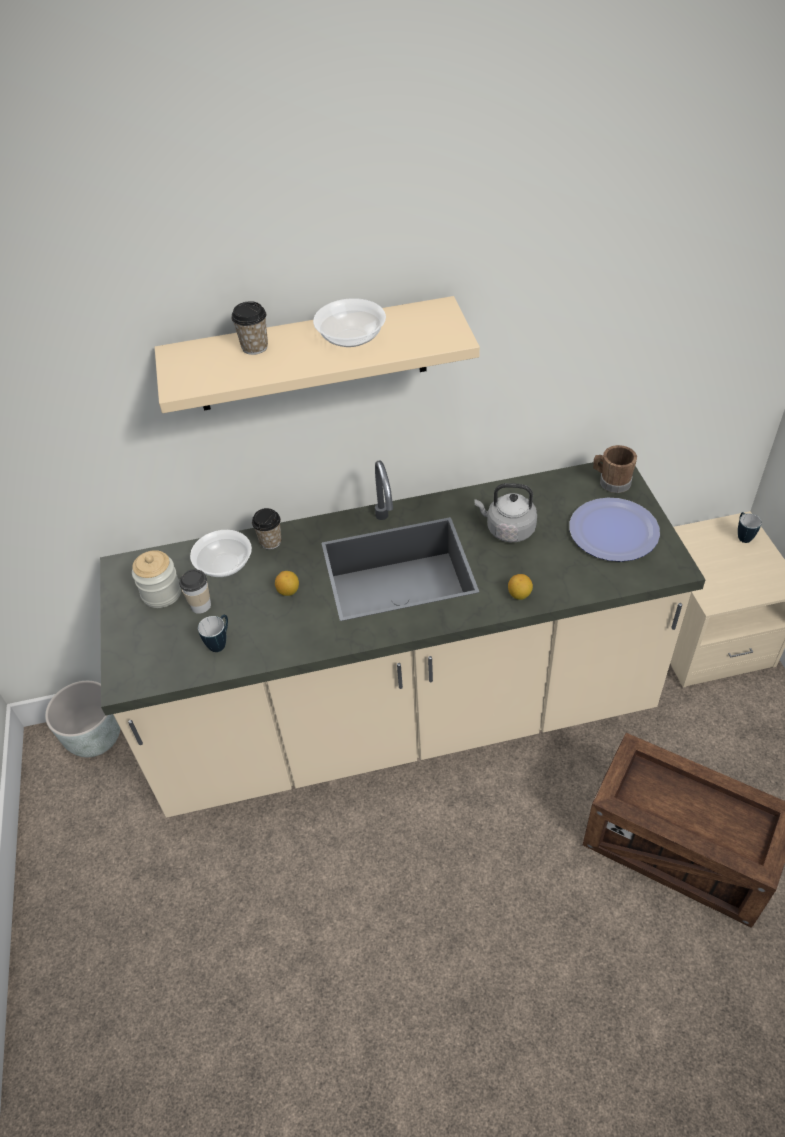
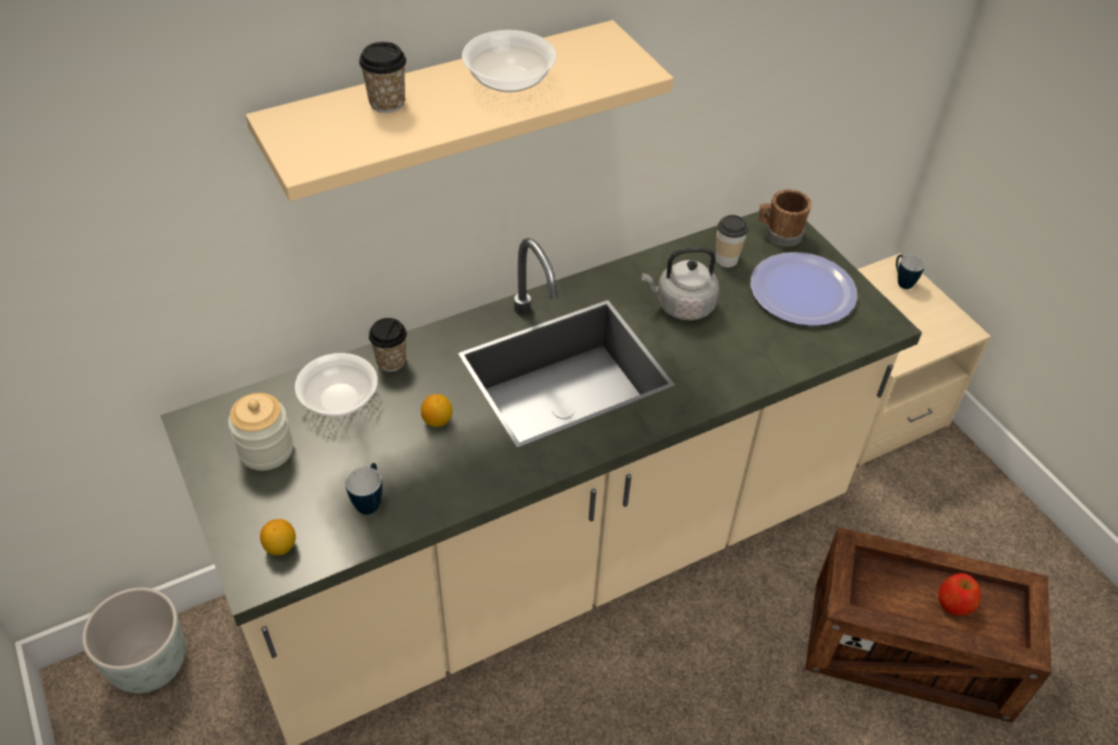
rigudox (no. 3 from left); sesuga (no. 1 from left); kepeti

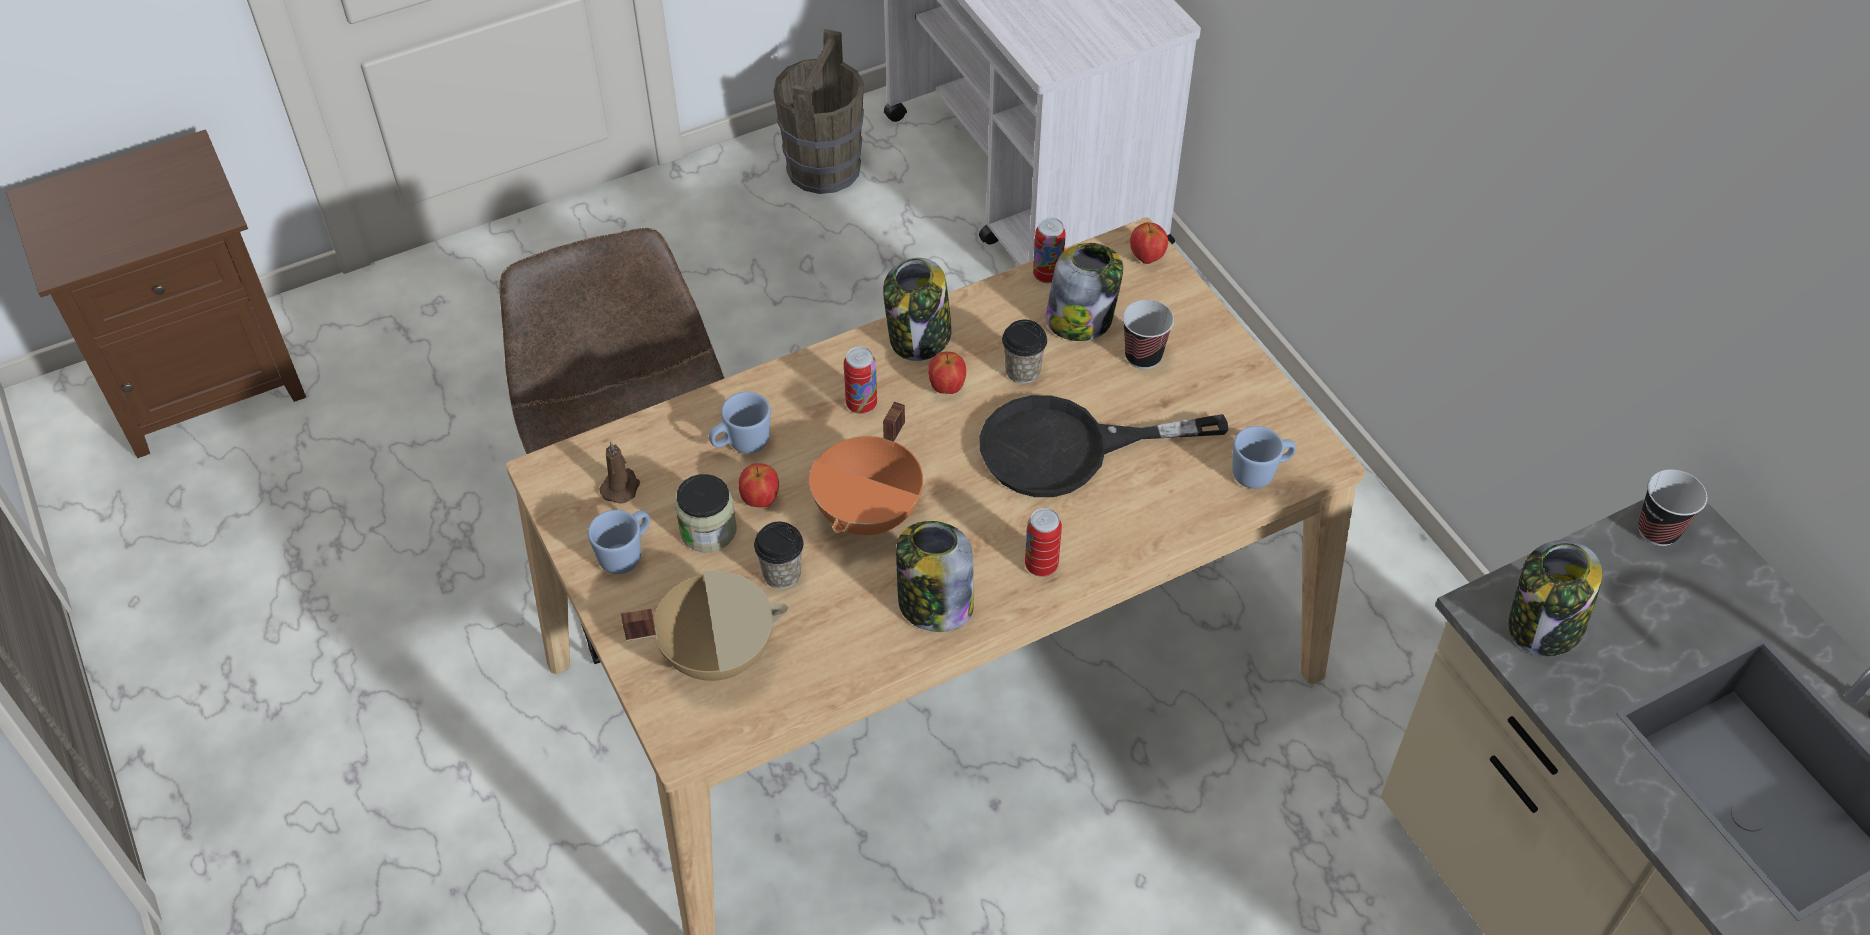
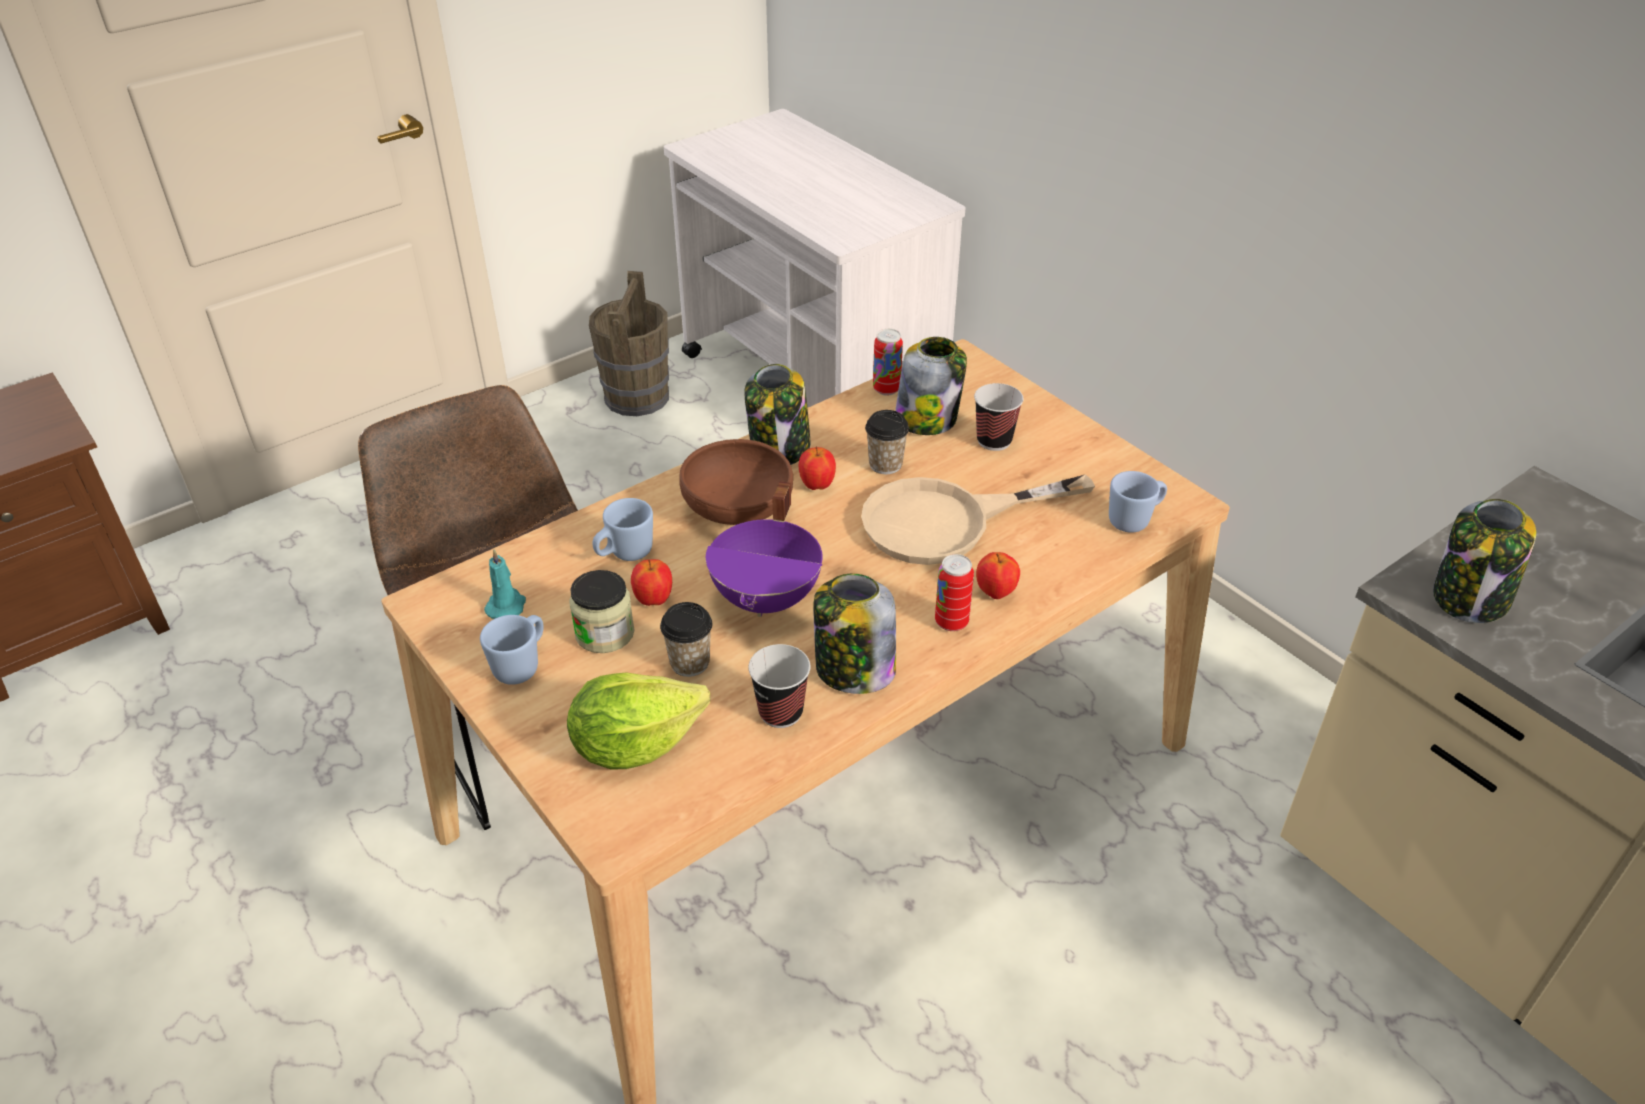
kepeti (no. 3 from left); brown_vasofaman; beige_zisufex; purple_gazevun; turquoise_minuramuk; rigudox (no. 2 from left); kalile

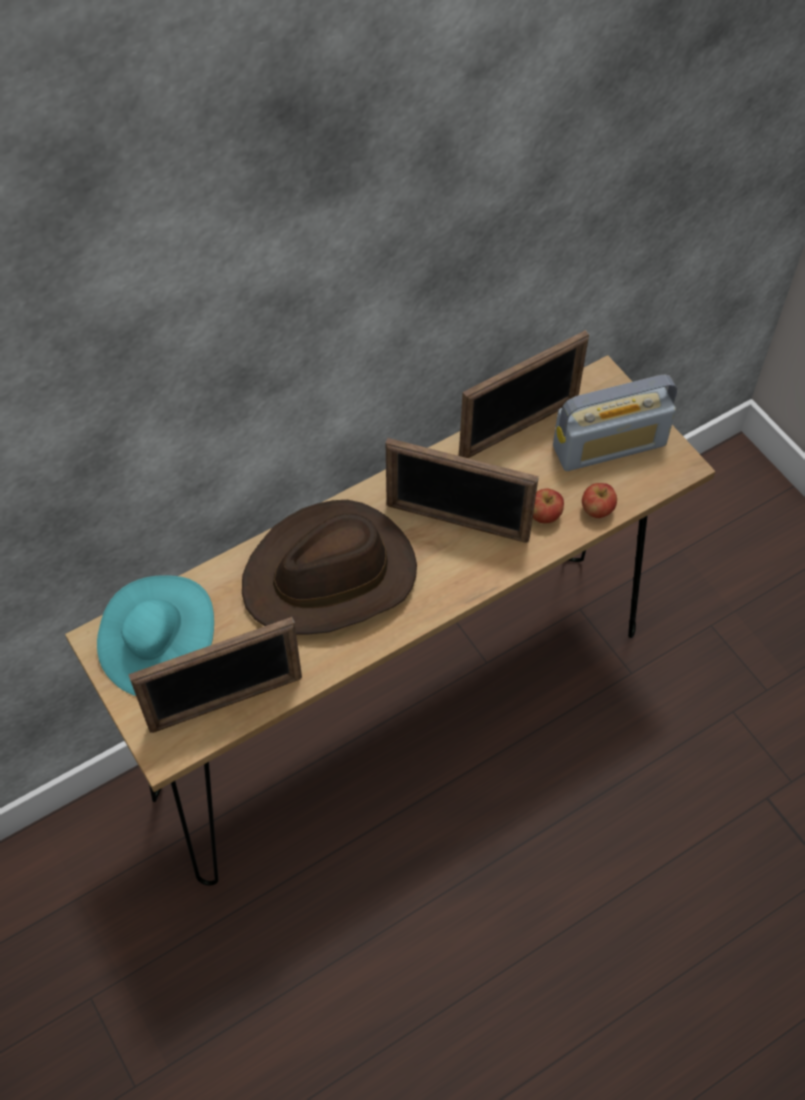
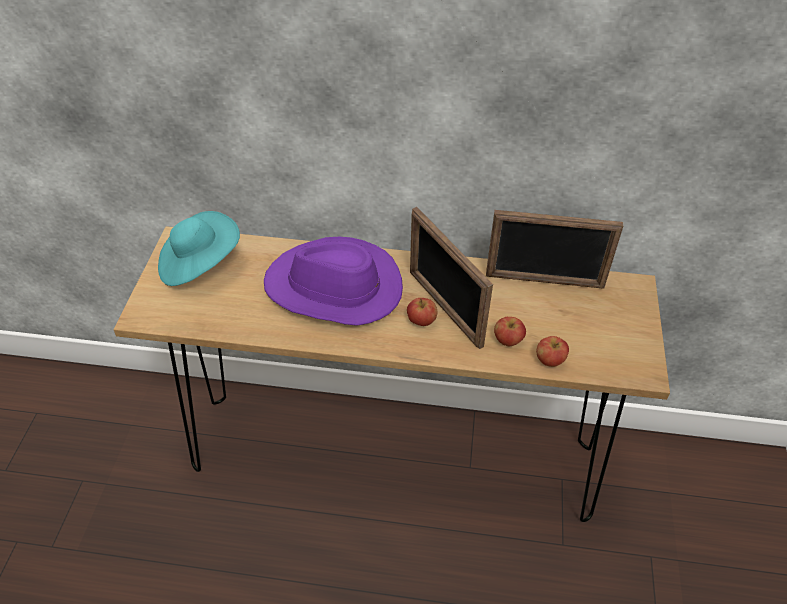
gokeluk; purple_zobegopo; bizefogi (no. 1 from left in the first image); kepeti (no. 1 from left)

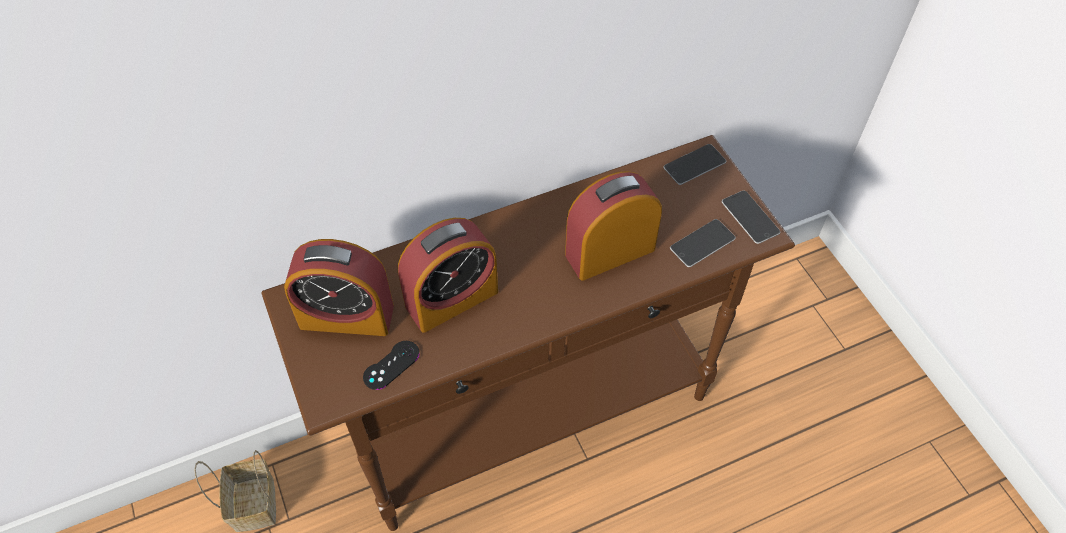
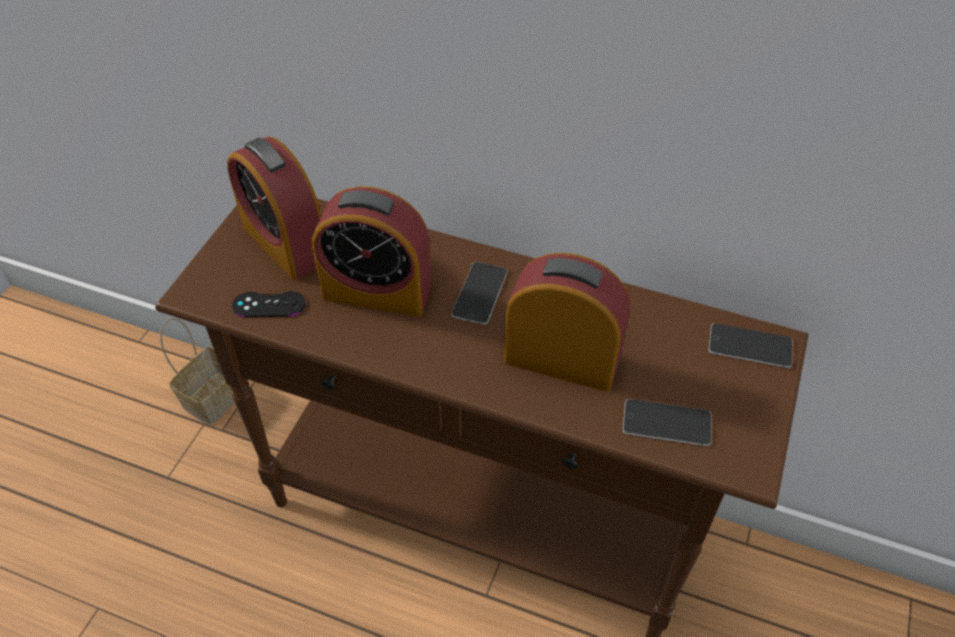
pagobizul (no. 1 from left)

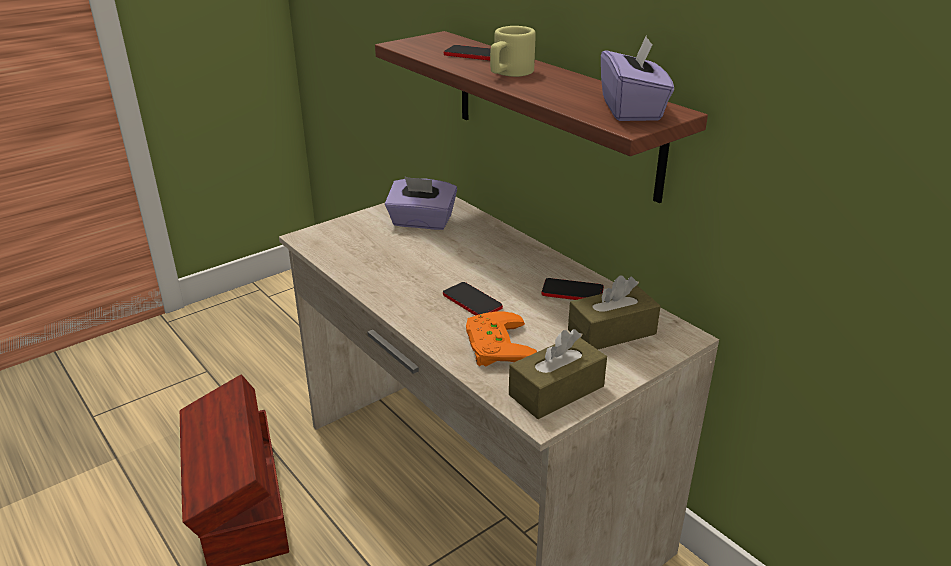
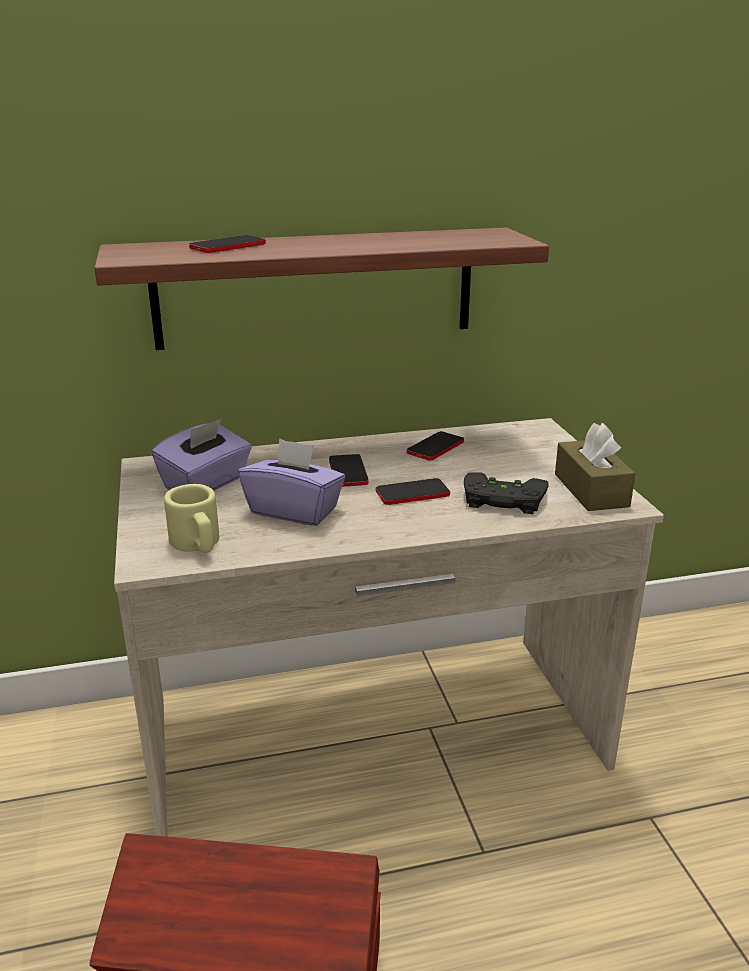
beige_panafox; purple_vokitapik (no. 2 from left); brown_vokitapik (no. 2 from left in the first image); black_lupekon; pagobizul (no. 2 from left)

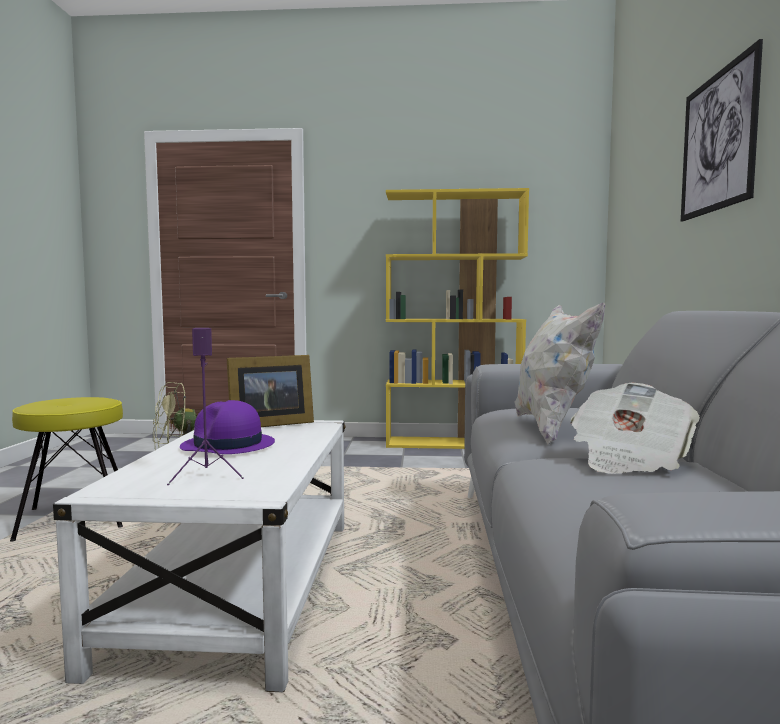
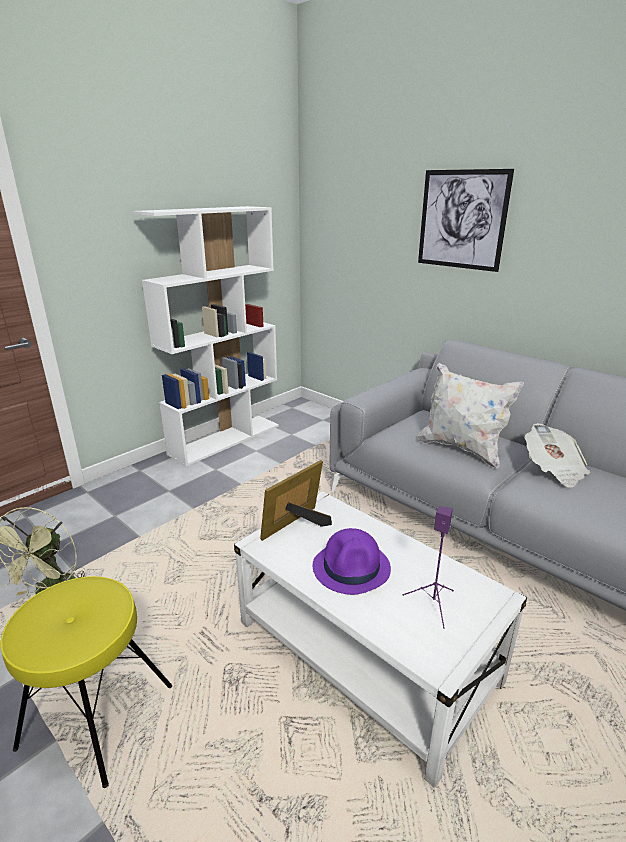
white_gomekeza; bizefogi

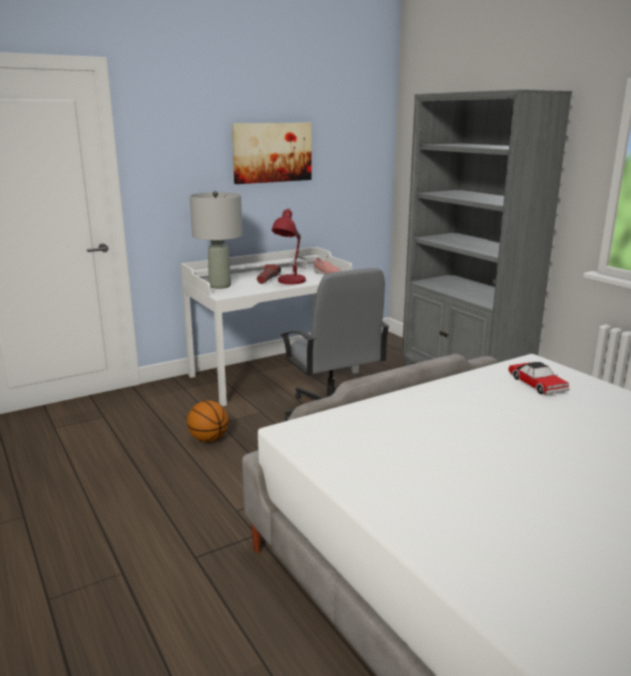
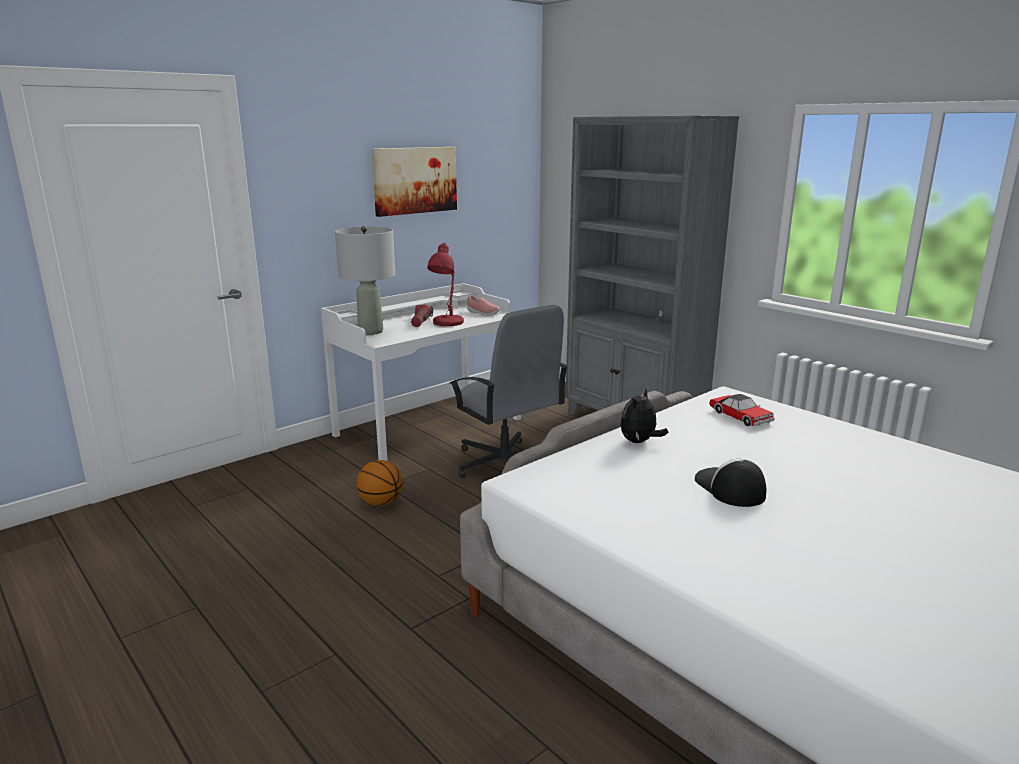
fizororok; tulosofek

